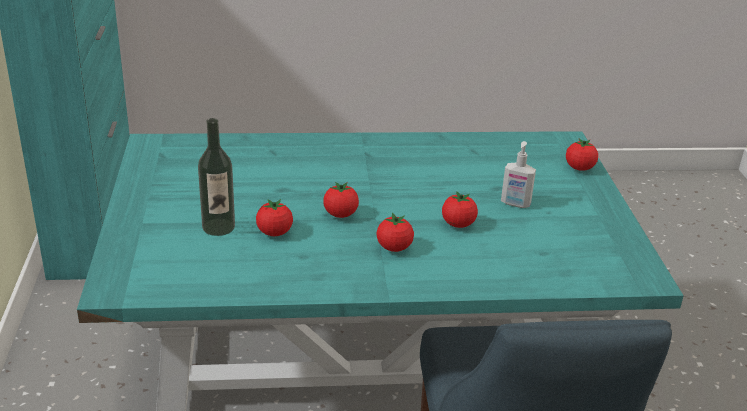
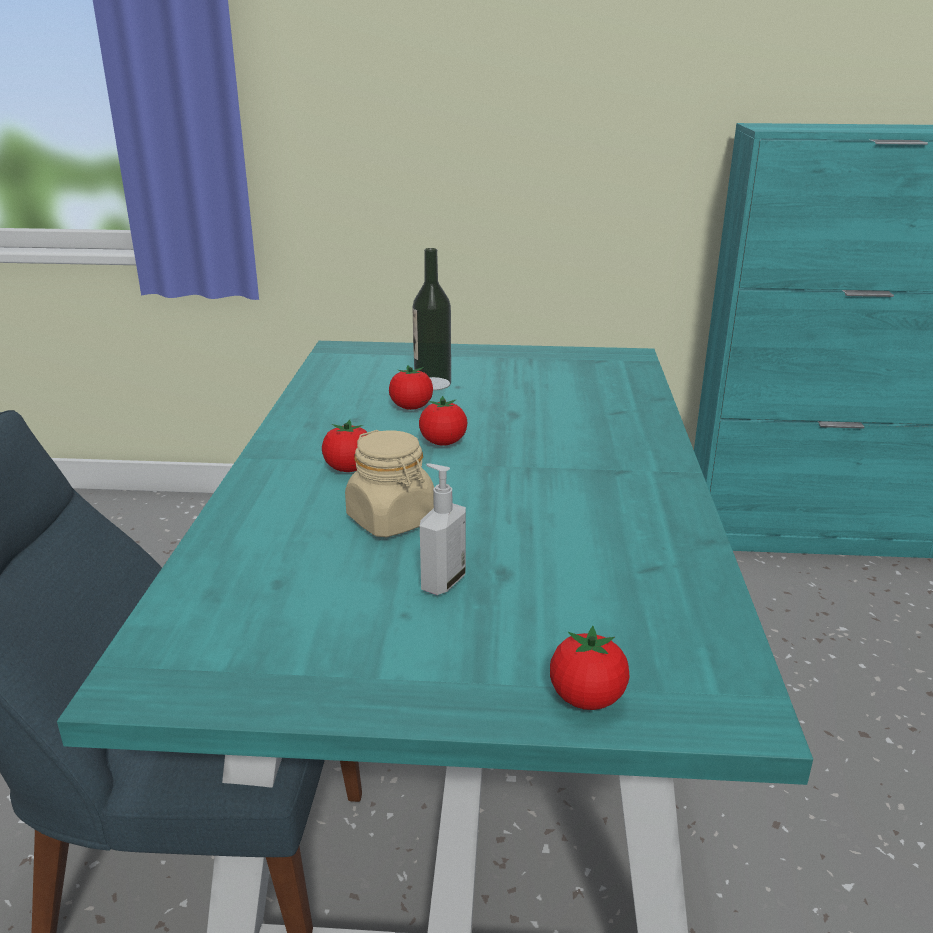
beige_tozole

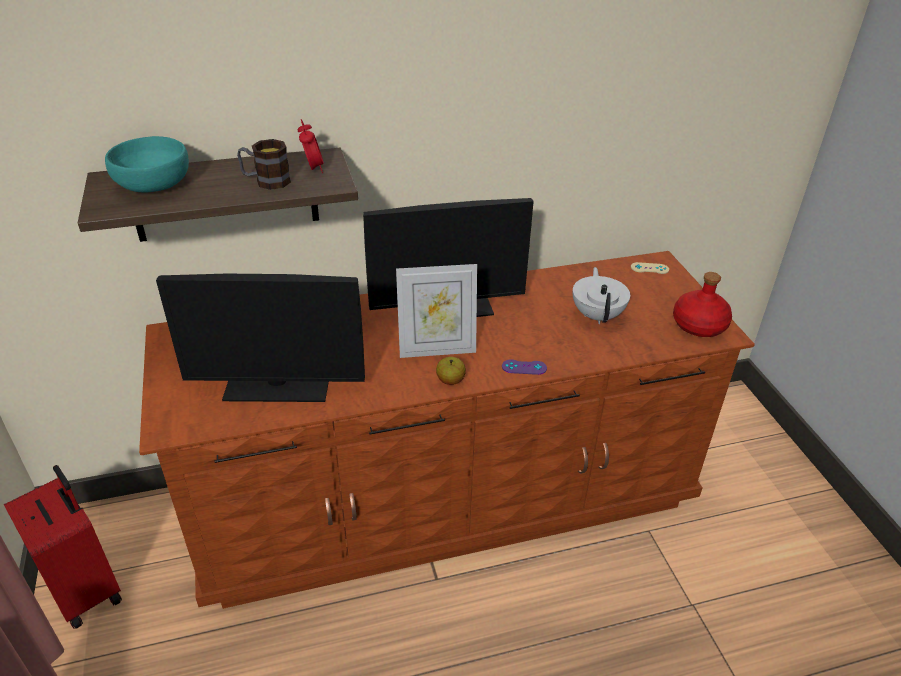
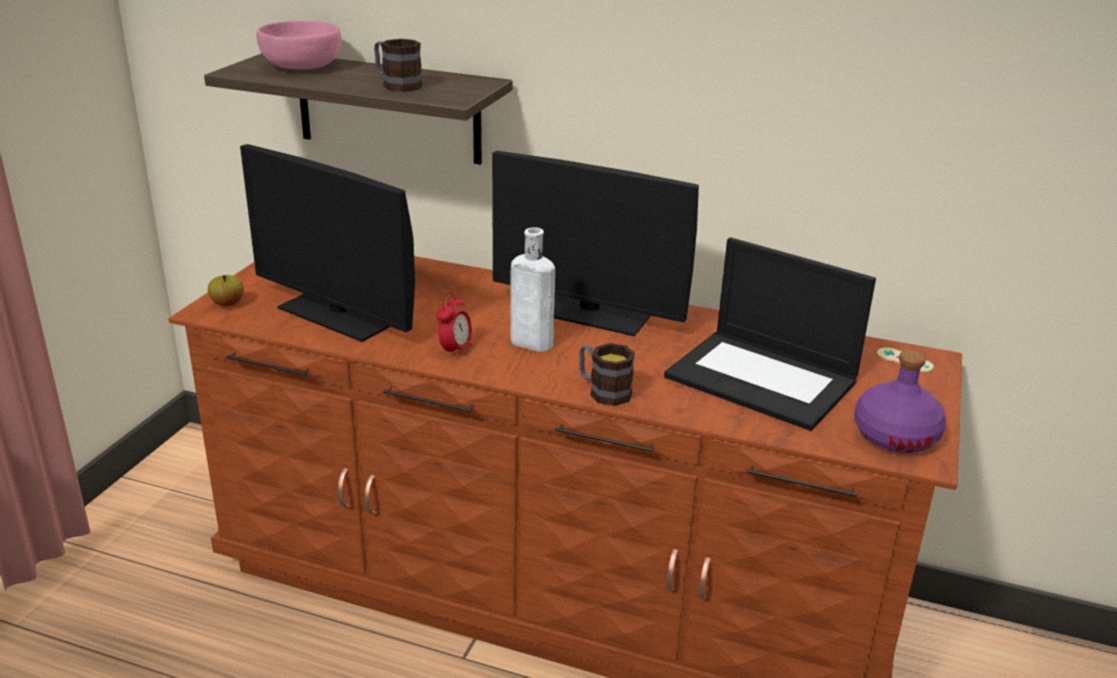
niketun; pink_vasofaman; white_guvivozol; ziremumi; purple_guvivozol; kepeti; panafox (no. 2 from left); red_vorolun

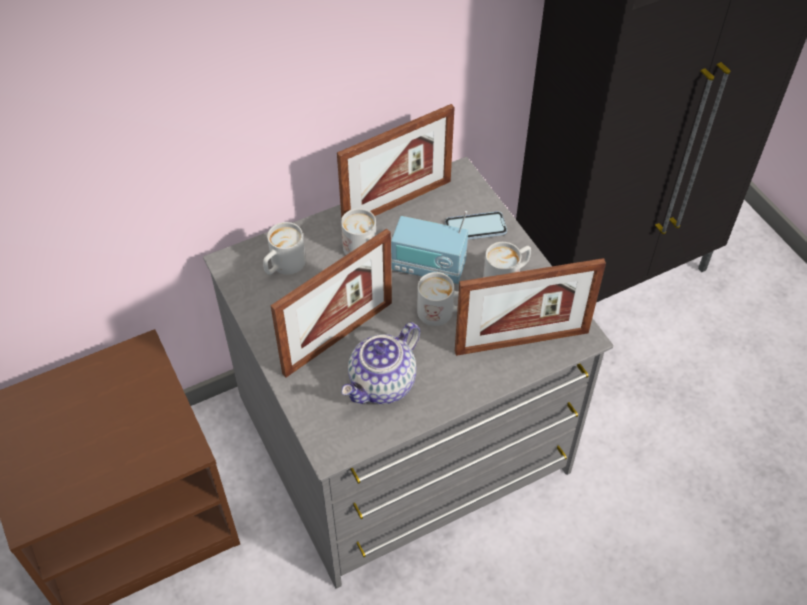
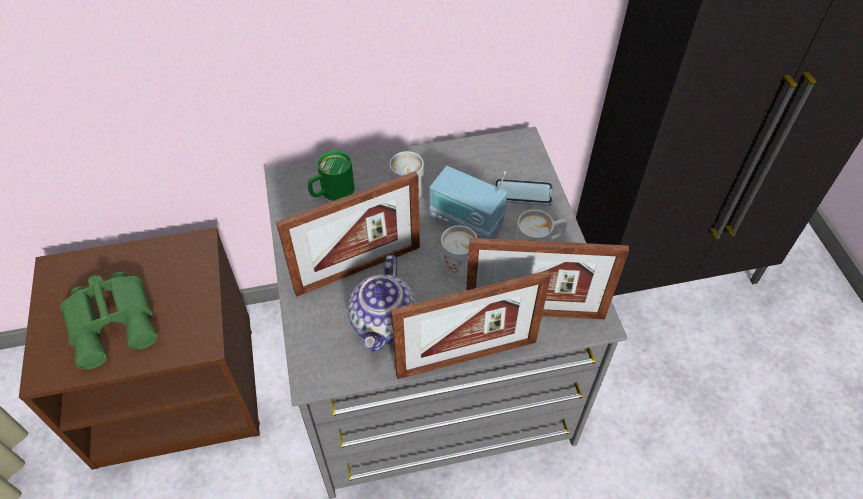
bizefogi (no. 2 from left); green_panafox; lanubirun; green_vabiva

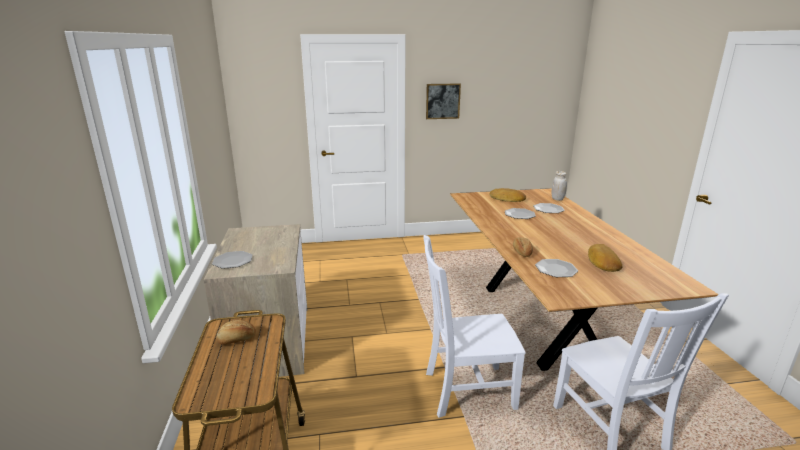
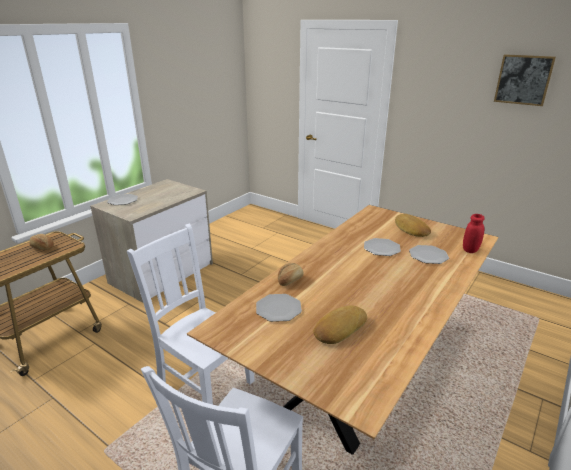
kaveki; red_tozole

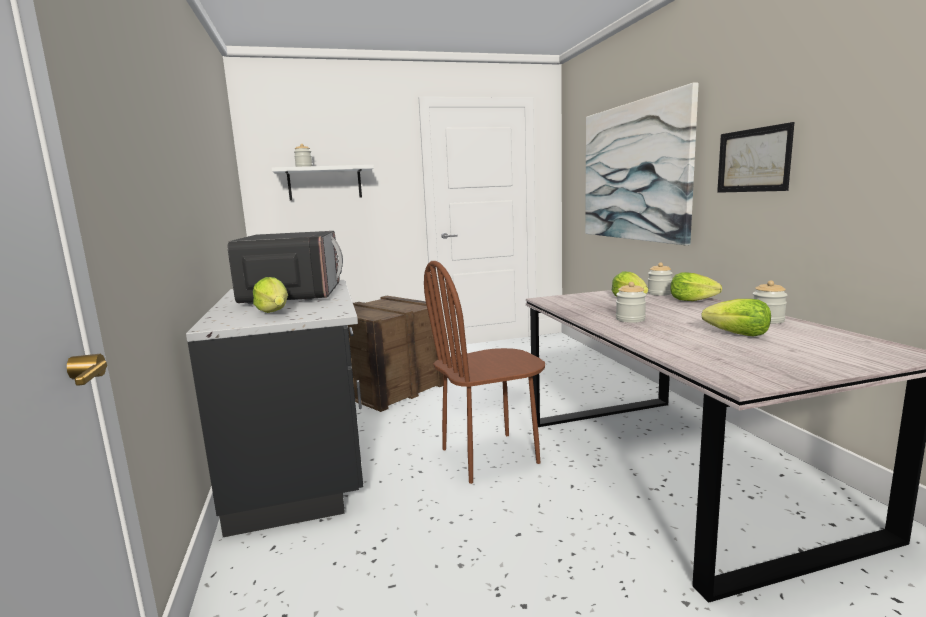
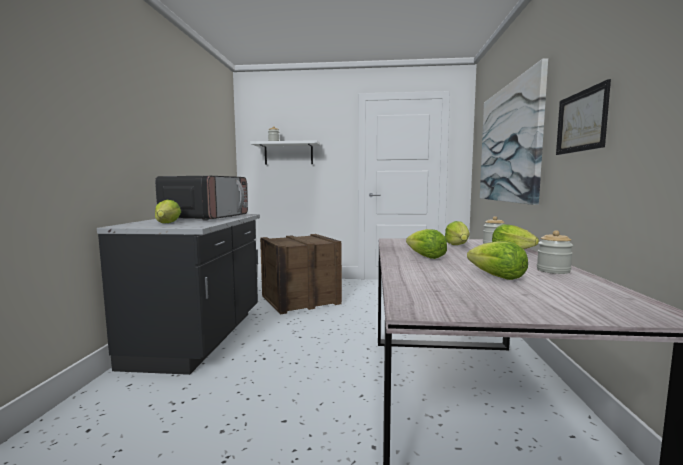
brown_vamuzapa; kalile (no. 2 from left)

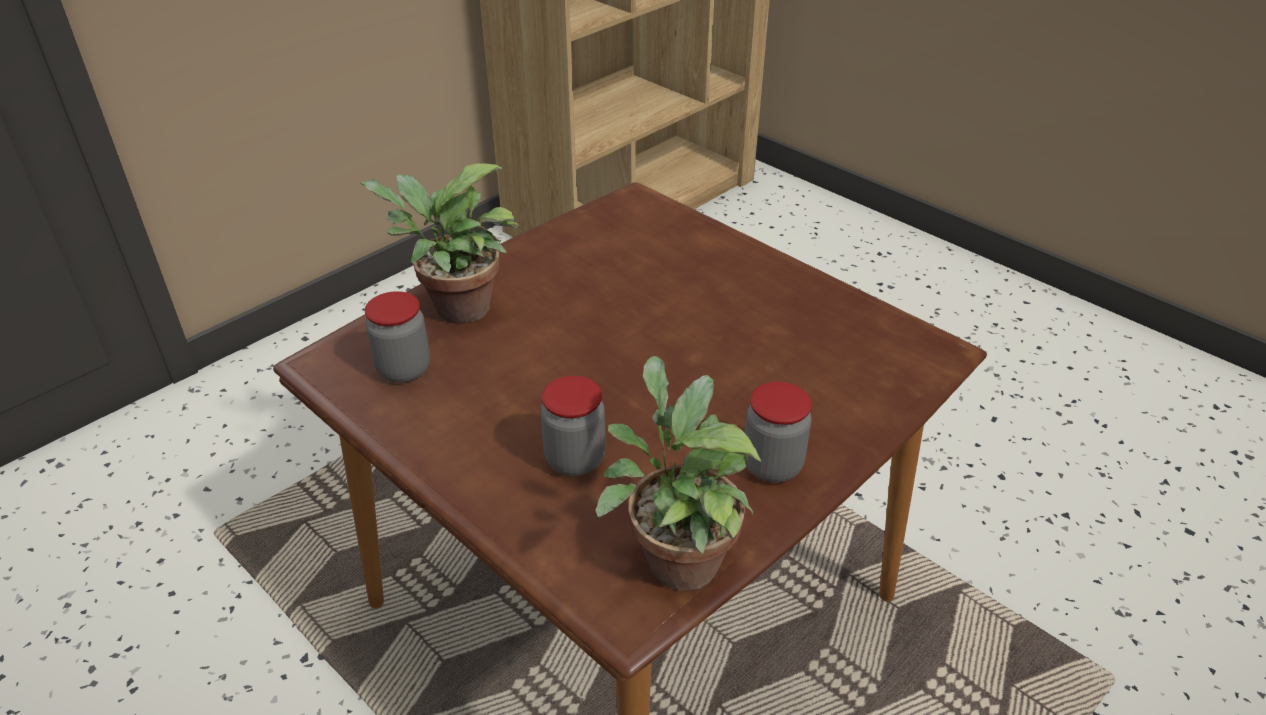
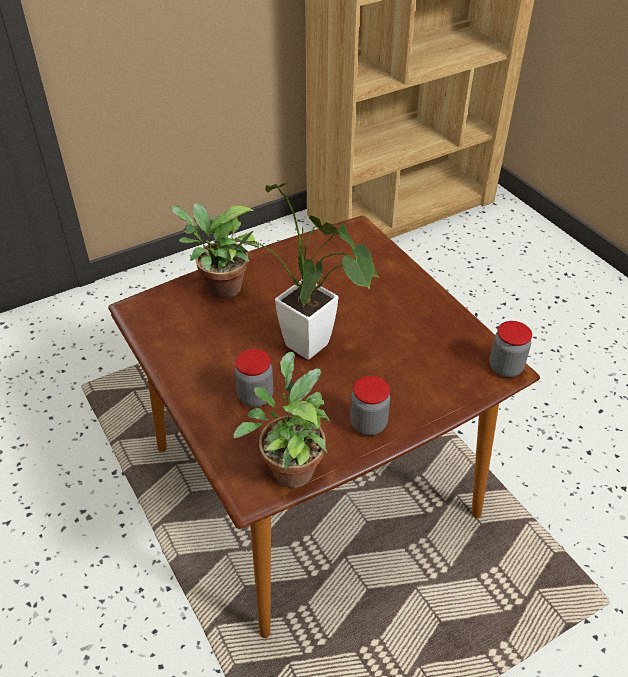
tozole (no. 3 from left); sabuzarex (no. 3 from left)

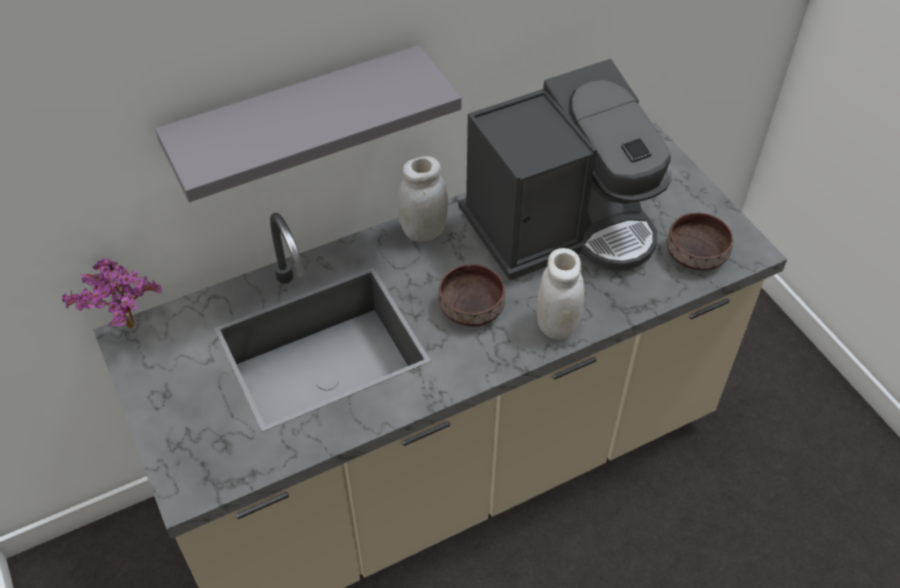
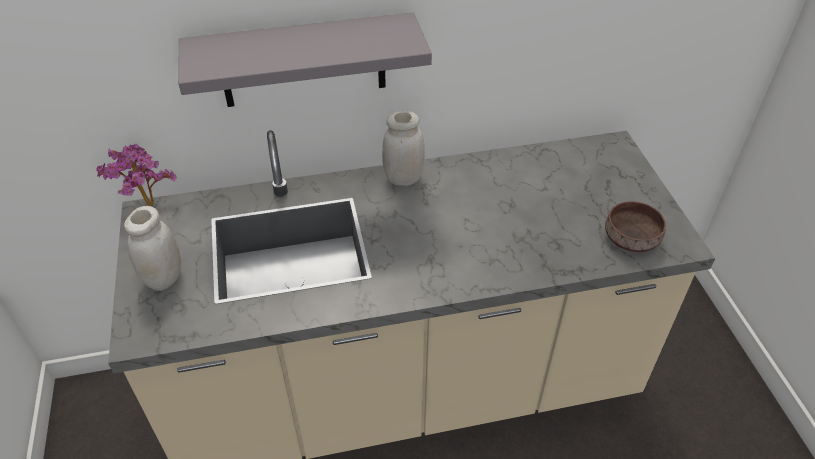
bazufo; white_tozole (no. 1 from left); brown_vasofaman (no. 1 from left in the first image)

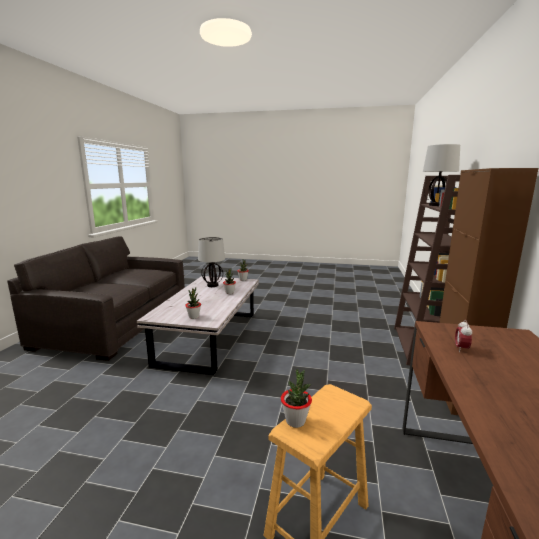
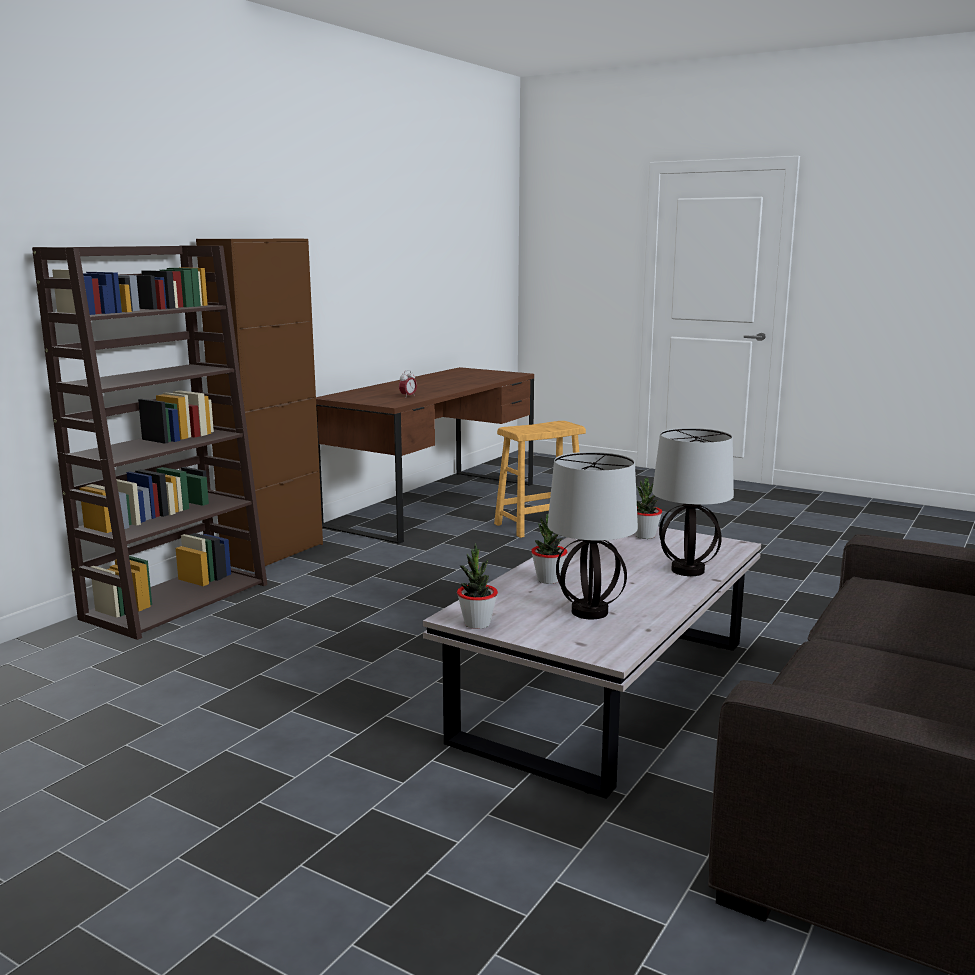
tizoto (no. 2 from left); sabuzarex (no. 4 from left in the first image)

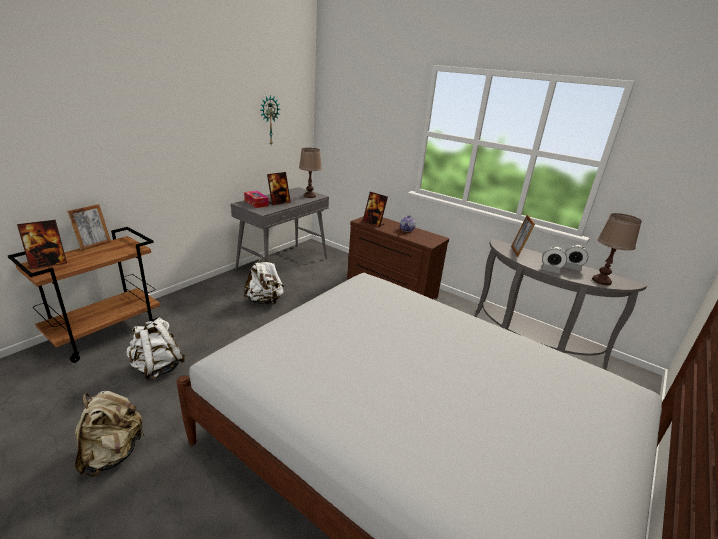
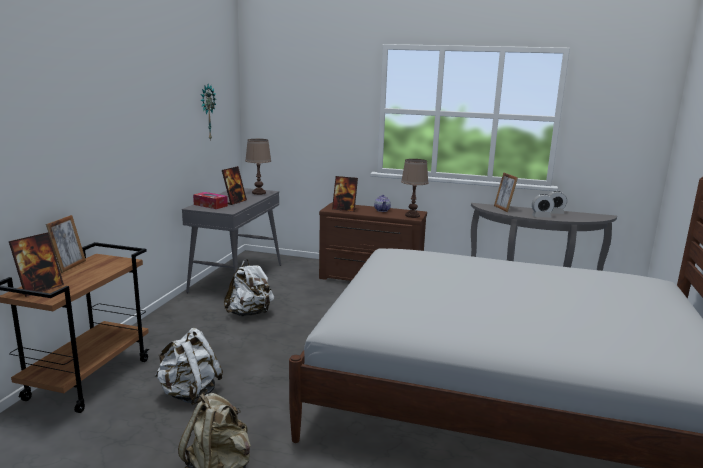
brown_tizoto (no. 2 from left)

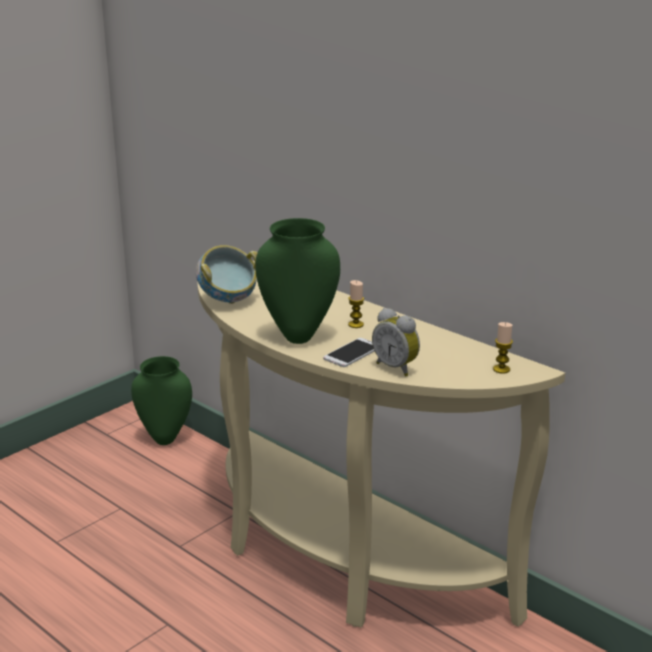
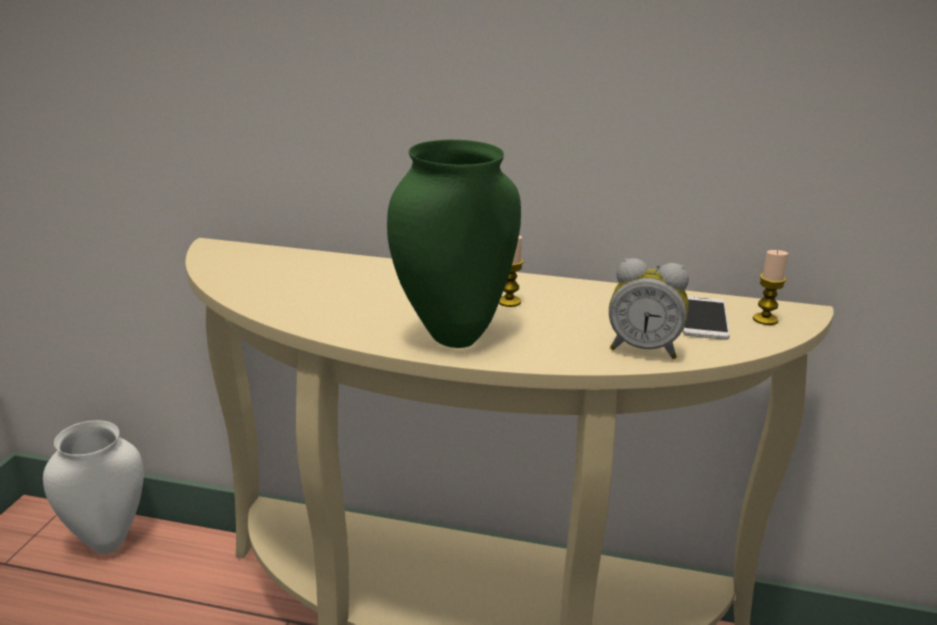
vasofaman; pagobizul; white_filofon

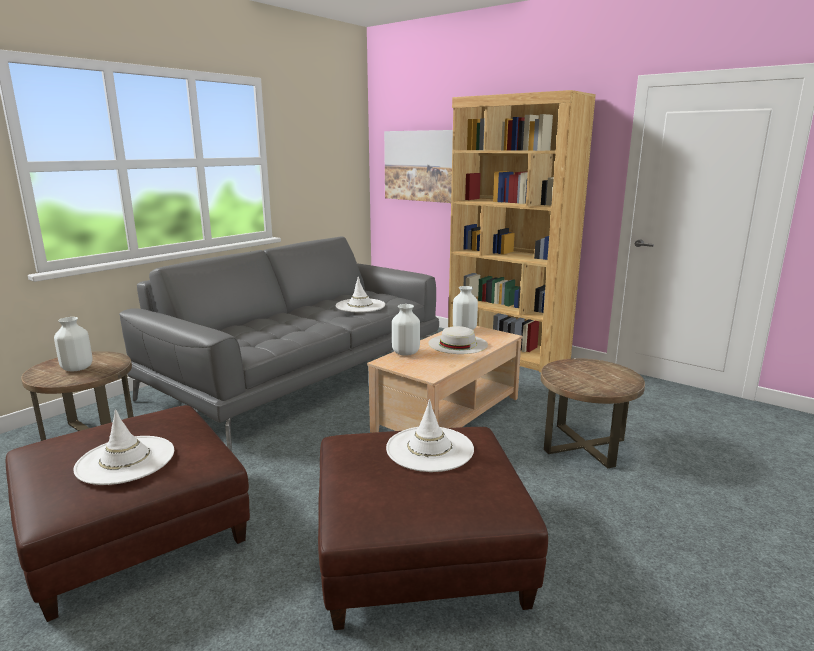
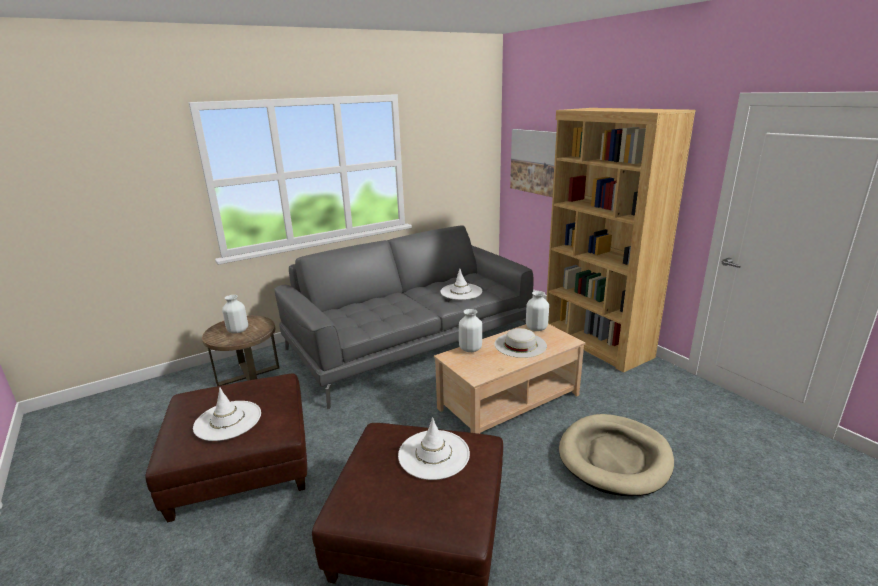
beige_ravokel

